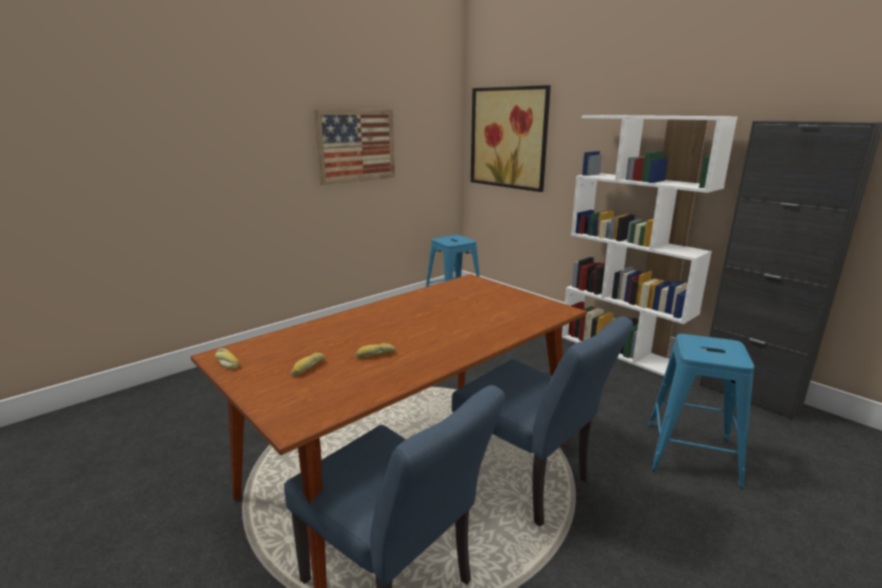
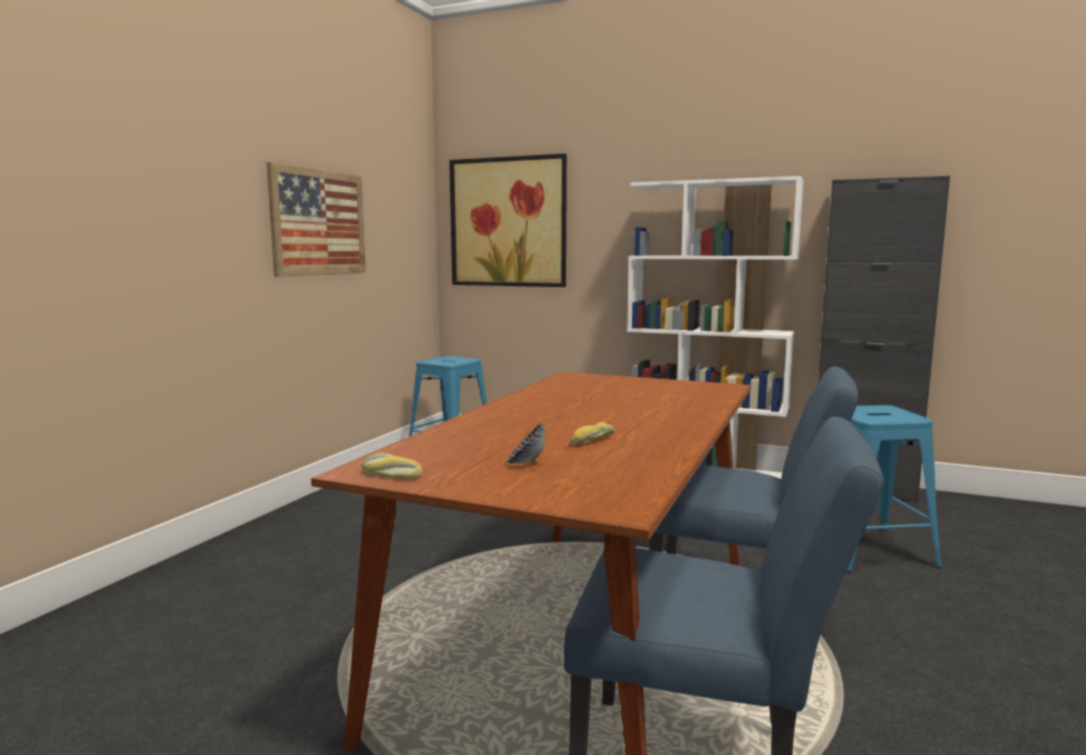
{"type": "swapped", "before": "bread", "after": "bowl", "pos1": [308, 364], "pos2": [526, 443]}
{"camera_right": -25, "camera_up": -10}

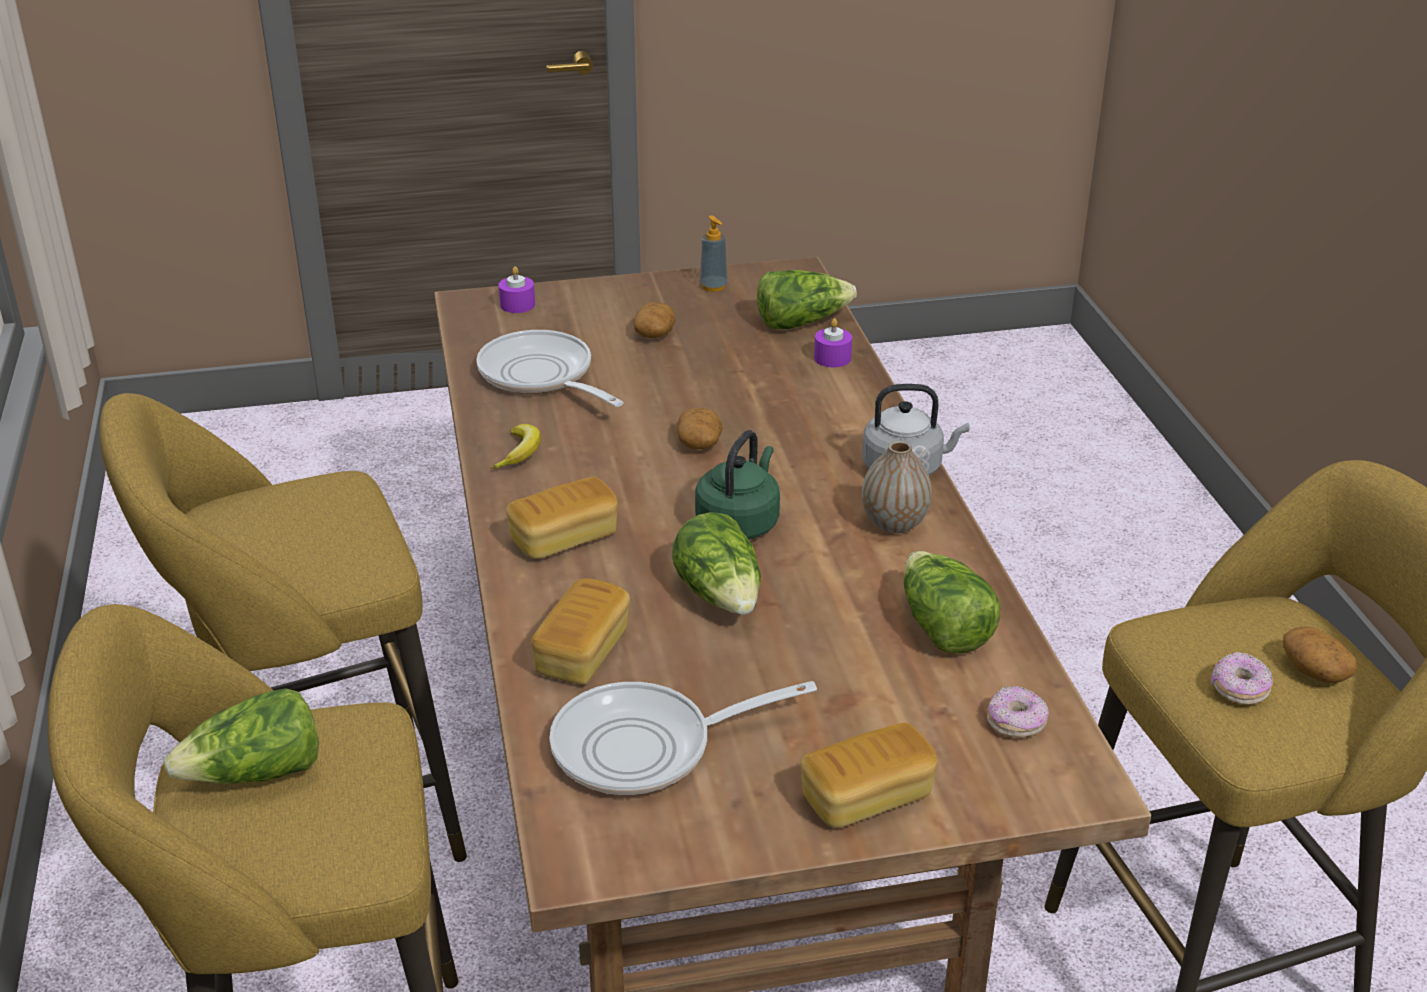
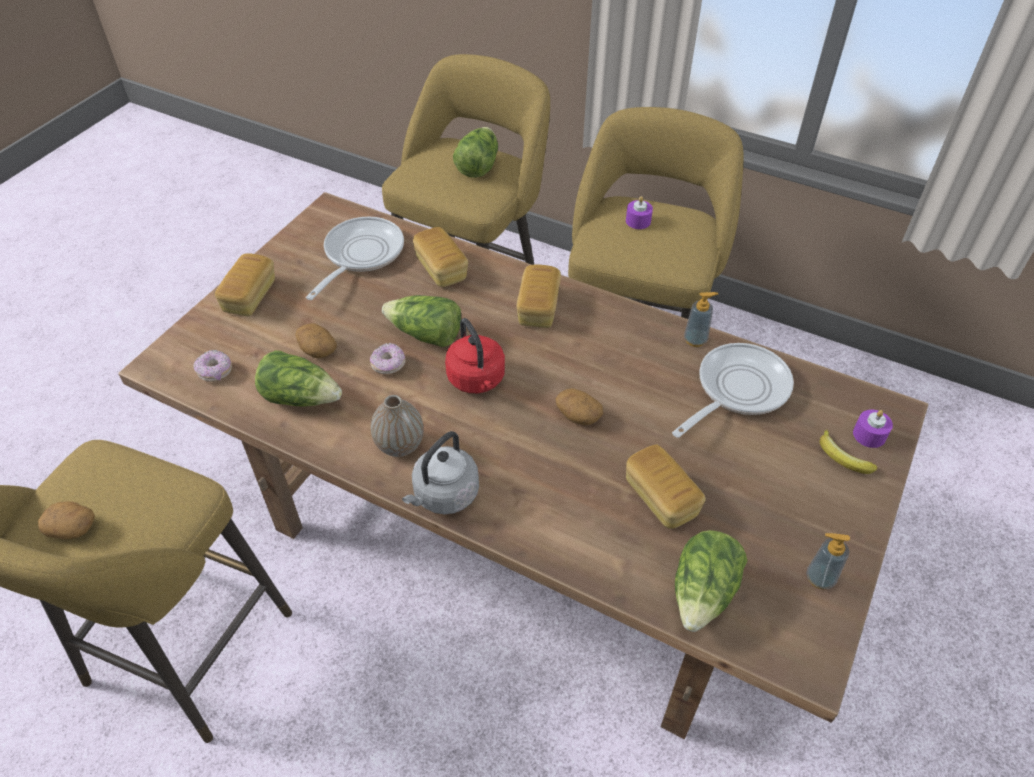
{"type": "new", "after": "bread", "pos2": [666, 487]}
{"type": "new", "after": "soap dispenser", "pos2": [701, 319]}
{"type": "shifted", "before": "banana", "pos1": [515, 446], "pos2": [848, 451]}
{"type": "shifted", "before": "potato", "pos1": [654, 320], "pos2": [316, 340]}
{"type": "shifted", "before": "purple candle", "pos1": [833, 342], "pos2": [639, 212]}
{"type": "shifted", "before": "donut", "pos1": [1242, 678], "pos2": [388, 358]}
{"type": "repainted", "before": "green kettle", "after": "red kettle", "pos1": [737, 484], "pos2": [475, 355]}
{"type": "rotated", "before": "frying pan", "pos1": [550, 368], "pos2": [733, 390], "turn": -45}
{"camera_right": 130, "camera_up": 15}

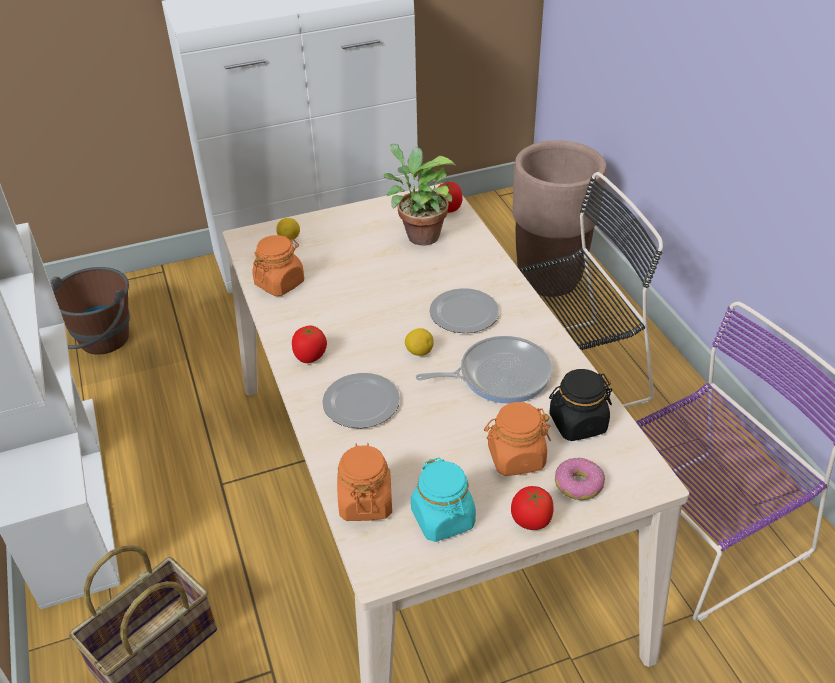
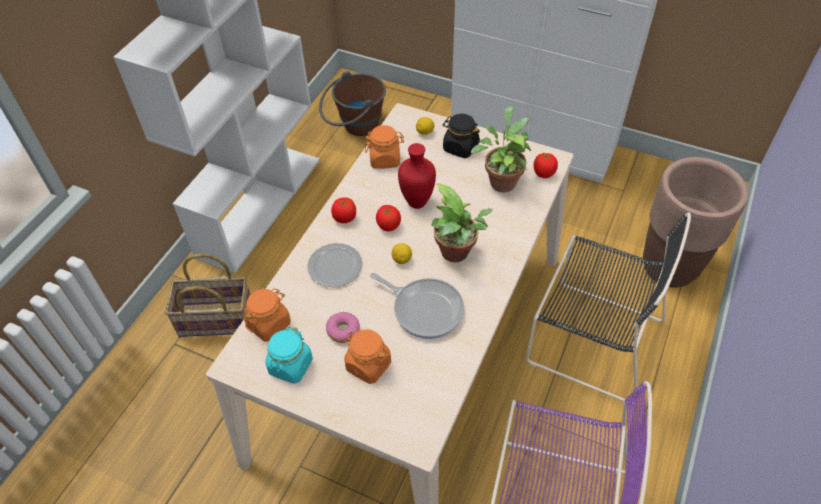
{"type": "new", "after": "red vase", "pos2": [417, 176]}
{"type": "shifted", "before": "tomato", "pos1": [532, 508], "pos2": [388, 218]}
{"type": "shifted", "before": "black jar", "pos1": [580, 405], "pos2": [461, 136]}
{"type": "shifted", "before": "donut", "pos1": [580, 479], "pos2": [343, 327]}
{"type": "swapped", "before": "plate", "after": "potted plant", "pos1": [464, 310], "pos2": [462, 222]}
{"camera_right": 45, "camera_up": 10}

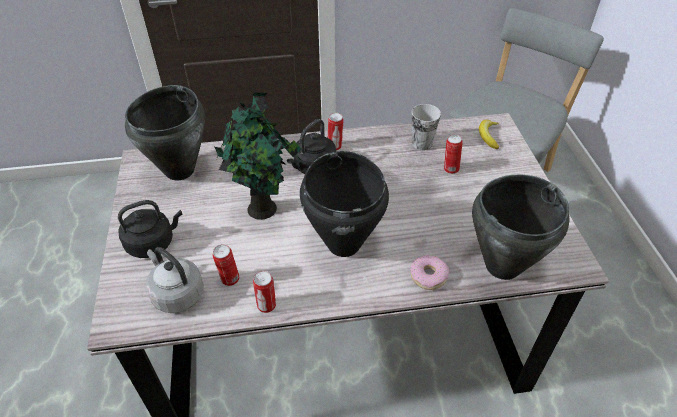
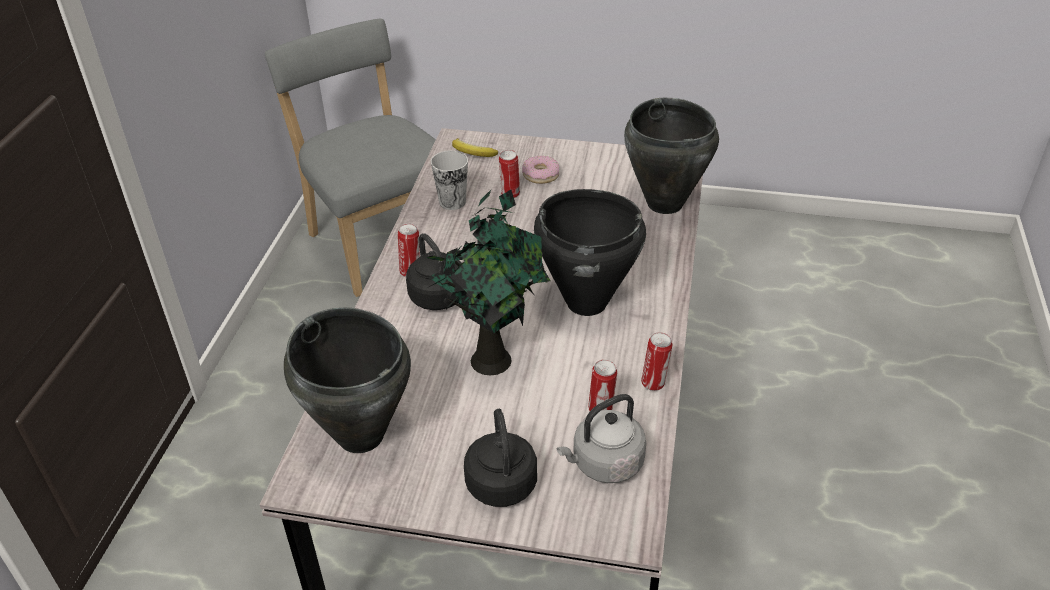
{"type": "shifted", "before": "donut", "pos1": [429, 272], "pos2": [540, 170]}
{"camera_right": -70, "camera_up": -5}

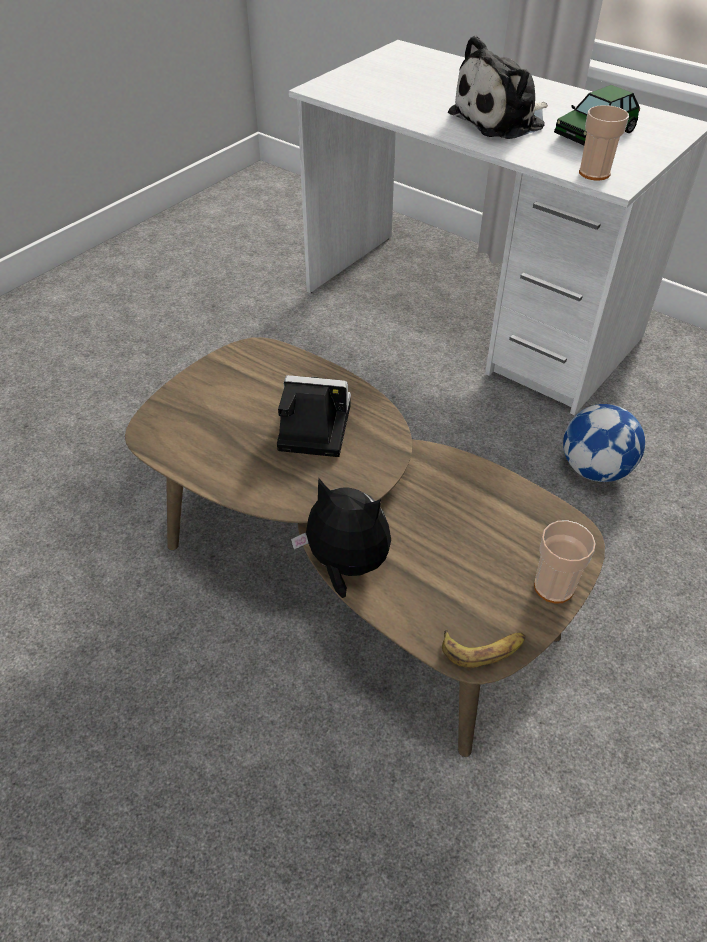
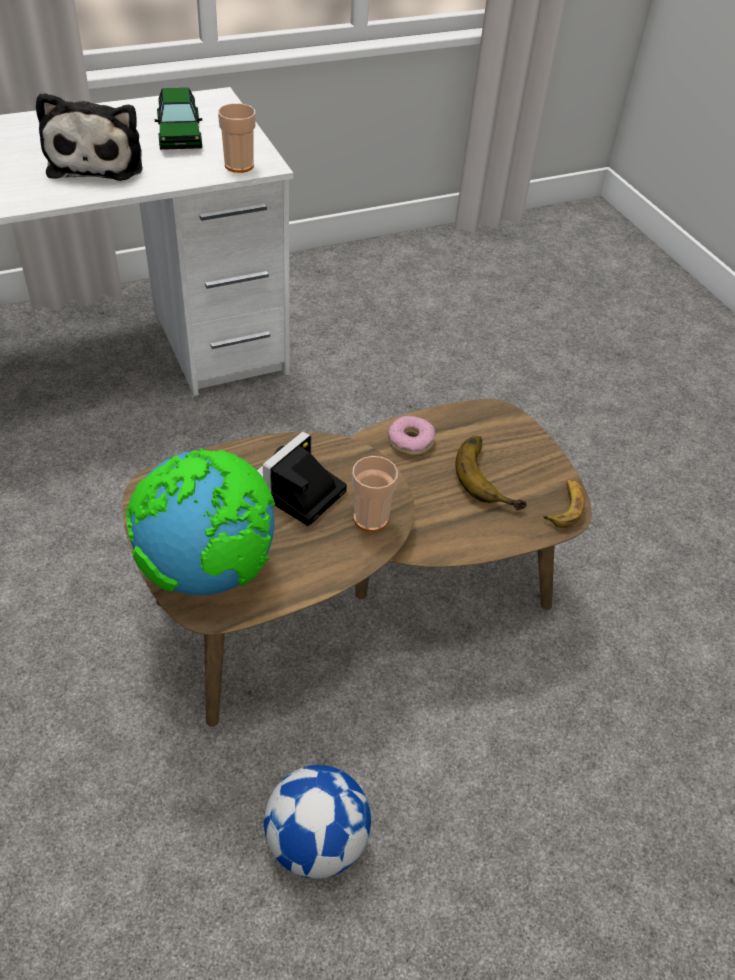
{"type": "gone", "before": "plush toy", "pos1": [341, 537]}
{"type": "new", "after": "globe", "pos2": [200, 521]}
{"type": "new", "after": "donut", "pos2": [411, 435]}
{"type": "new", "after": "banana", "pos2": [491, 473]}
{"type": "shifted", "before": "cup", "pos1": [565, 561], "pos2": [375, 494]}
{"type": "shifted", "before": "football", "pos1": [604, 443], "pos2": [317, 822]}
{"camera_right": -65, "camera_up": 0}

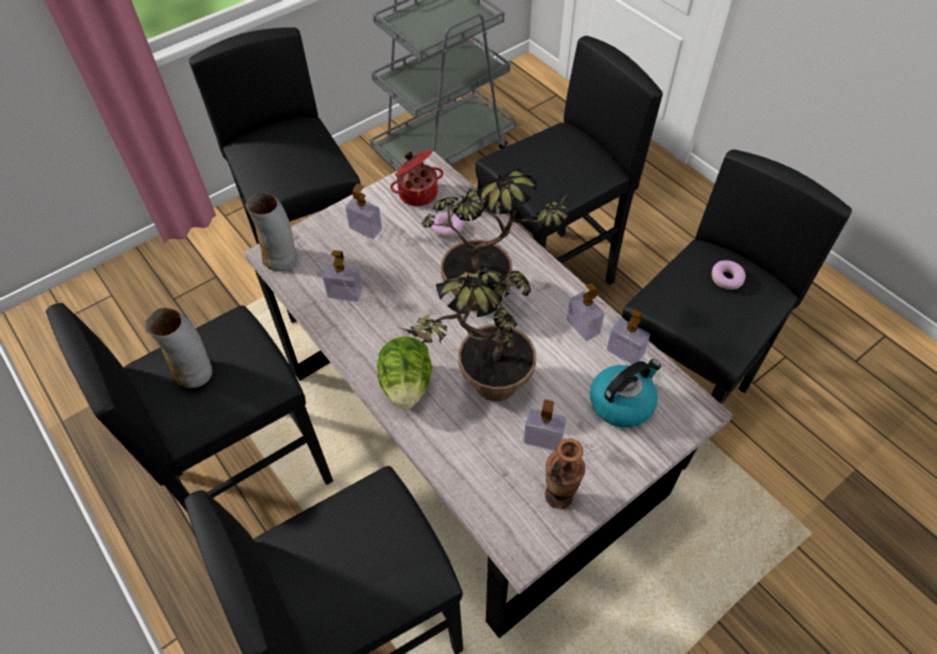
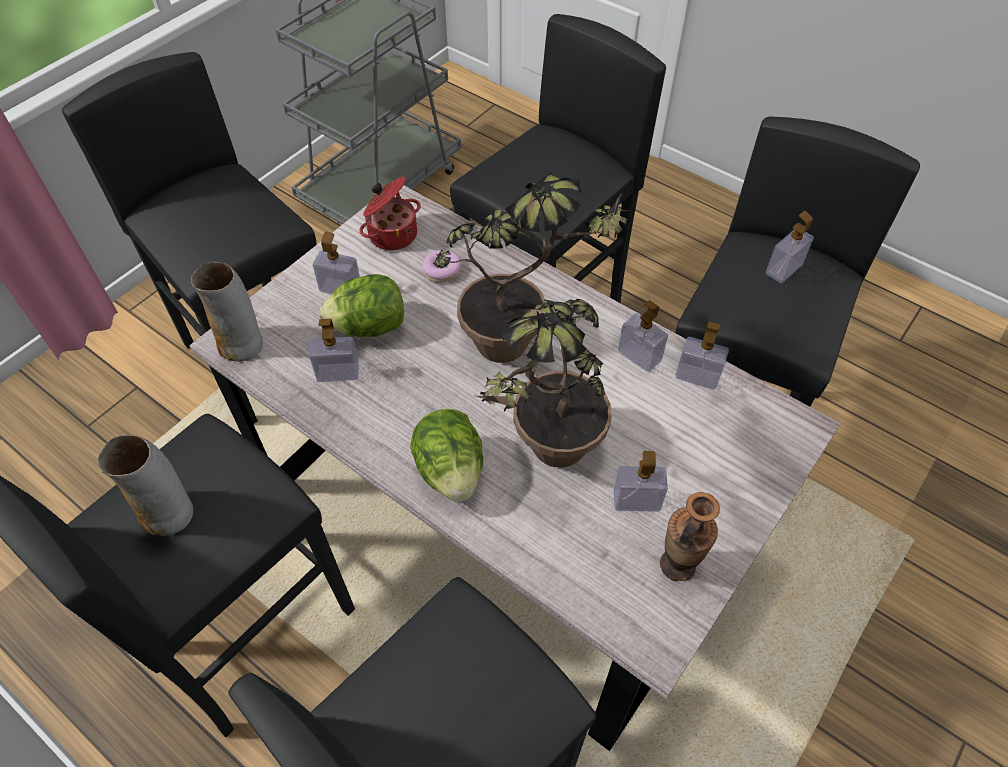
{"type": "gone", "before": "kettle", "pos1": [625, 393]}
{"type": "new", "after": "lettuce", "pos2": [362, 305]}
{"type": "swapped", "before": "donut", "after": "soap dispenser", "pos1": [729, 275], "pos2": [789, 247]}
{"camera_right": -15, "camera_up": 0}

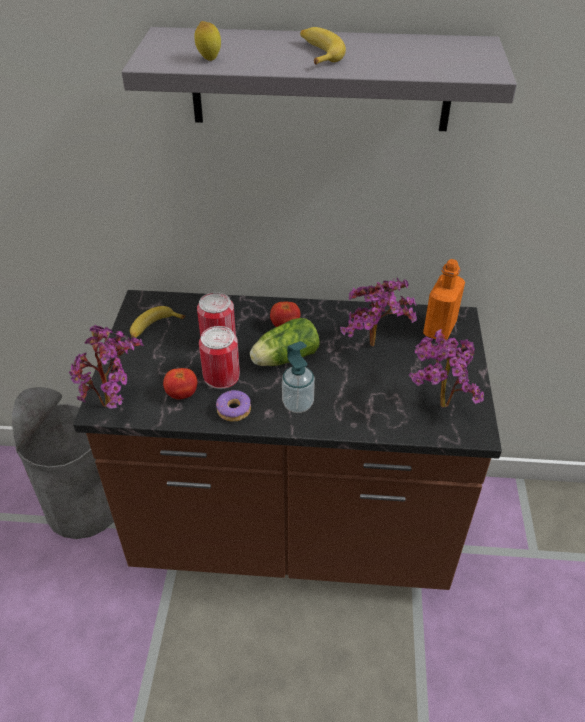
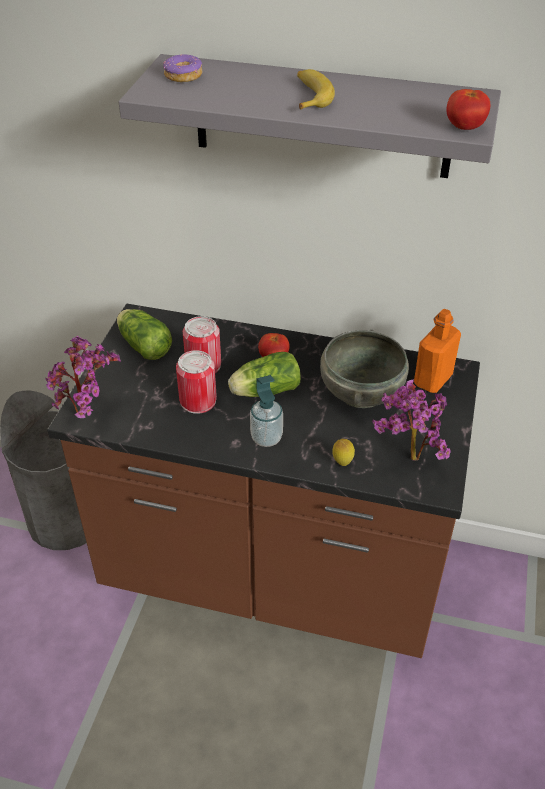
{"type": "shifted", "before": "tomato", "pos1": [180, 383], "pos2": [468, 109]}
{"type": "shifted", "before": "lemon", "pos1": [207, 41], "pos2": [344, 452]}
{"type": "shifted", "before": "donut", "pos1": [233, 406], "pos2": [182, 68]}
{"type": "swapped", "before": "banana", "after": "lettuce", "pos1": [157, 322], "pos2": [144, 334]}
{"type": "swapped", "before": "potted plant", "after": "grey bowl", "pos1": [378, 312], "pos2": [364, 369]}
{"camera_right": 10, "camera_up": 0}

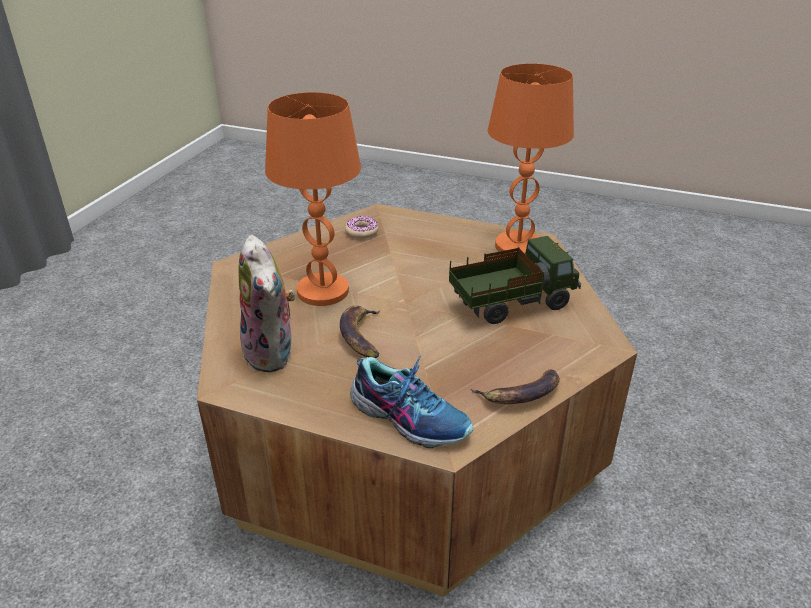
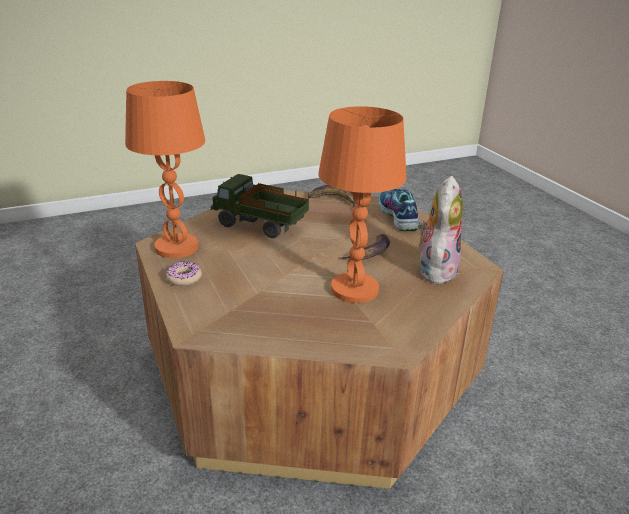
{"type": "shifted", "before": "donut", "pos1": [361, 227], "pos2": [184, 274]}
{"camera_right": -135, "camera_up": -5}

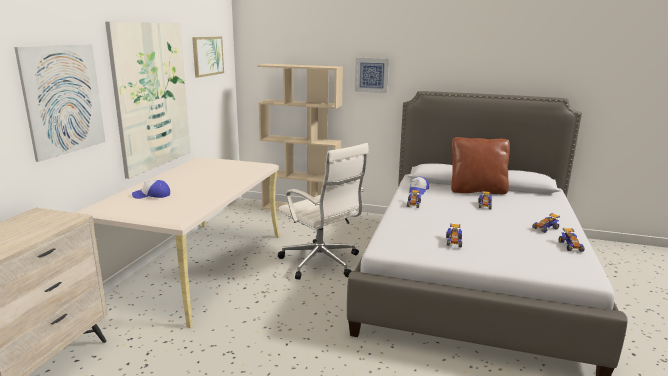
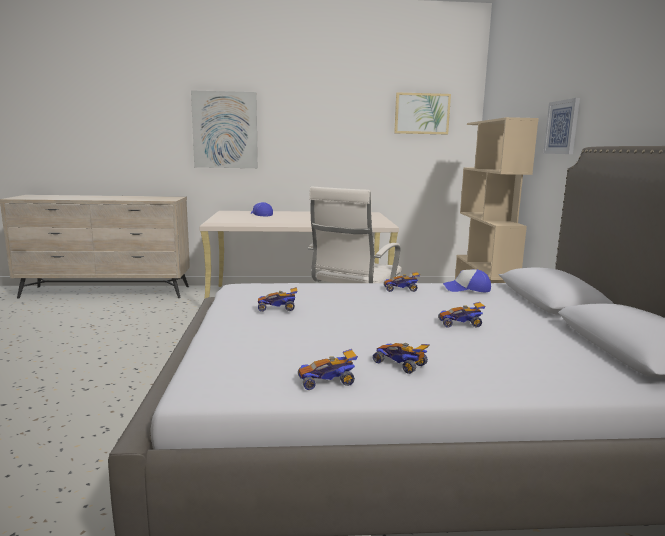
{"type": "gone", "before": "picture", "pos1": [147, 100]}
{"type": "gone", "before": "brown pillow", "pos1": [480, 165]}
{"camera_right": 70, "camera_up": -5}

